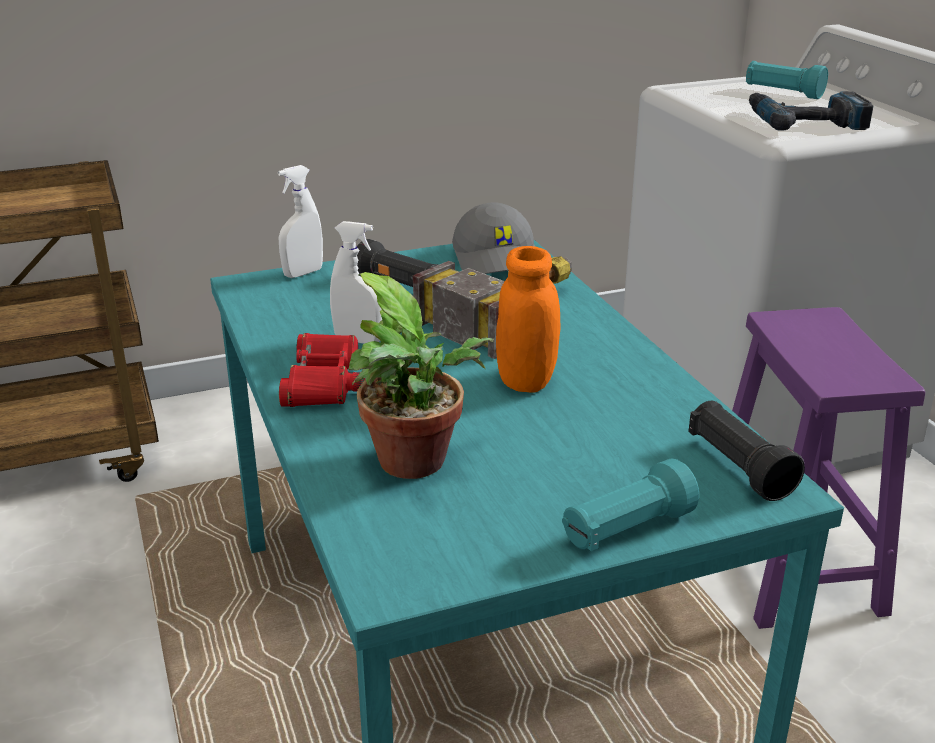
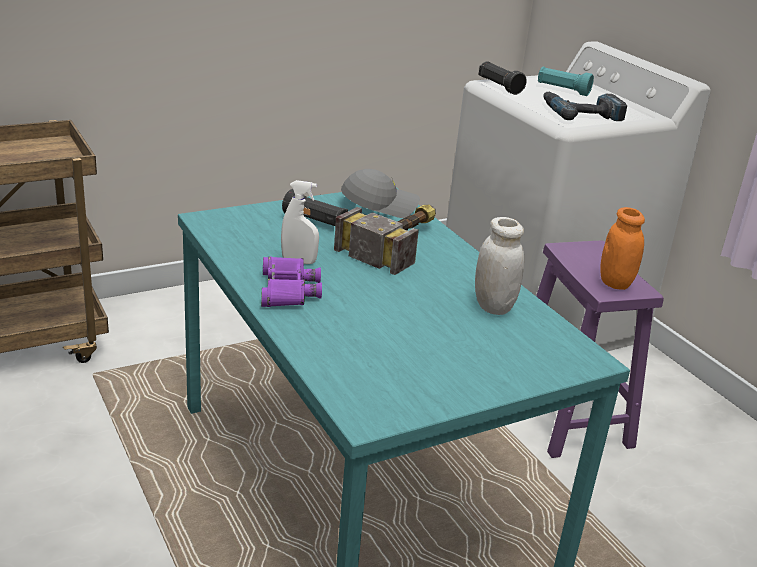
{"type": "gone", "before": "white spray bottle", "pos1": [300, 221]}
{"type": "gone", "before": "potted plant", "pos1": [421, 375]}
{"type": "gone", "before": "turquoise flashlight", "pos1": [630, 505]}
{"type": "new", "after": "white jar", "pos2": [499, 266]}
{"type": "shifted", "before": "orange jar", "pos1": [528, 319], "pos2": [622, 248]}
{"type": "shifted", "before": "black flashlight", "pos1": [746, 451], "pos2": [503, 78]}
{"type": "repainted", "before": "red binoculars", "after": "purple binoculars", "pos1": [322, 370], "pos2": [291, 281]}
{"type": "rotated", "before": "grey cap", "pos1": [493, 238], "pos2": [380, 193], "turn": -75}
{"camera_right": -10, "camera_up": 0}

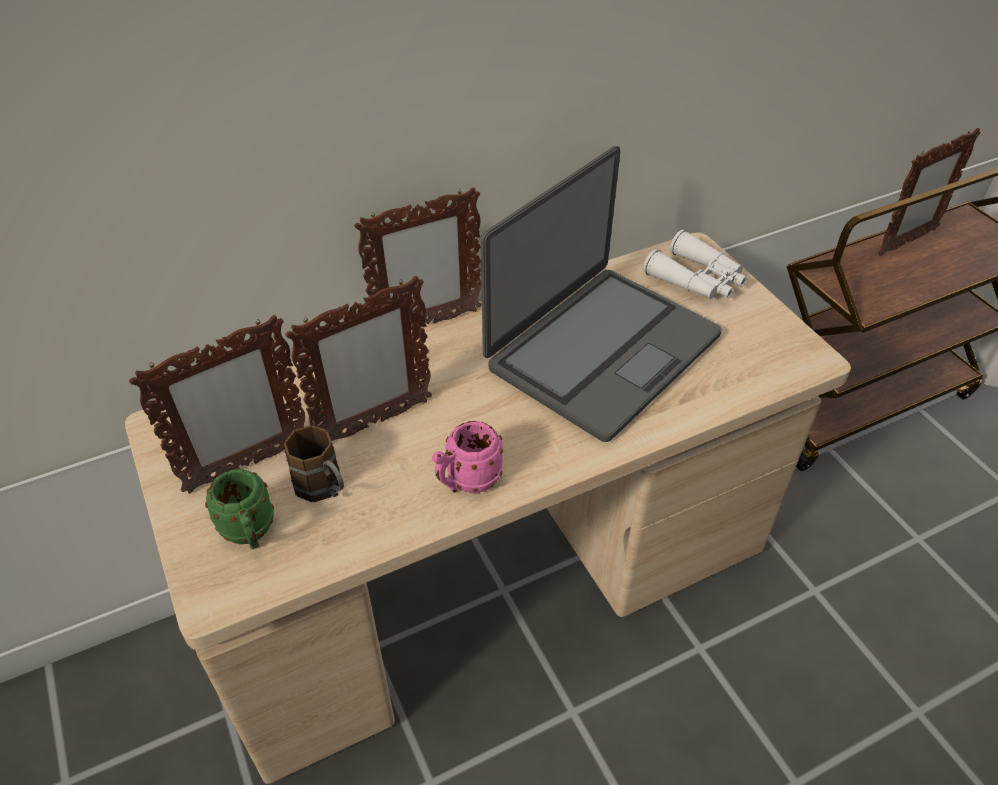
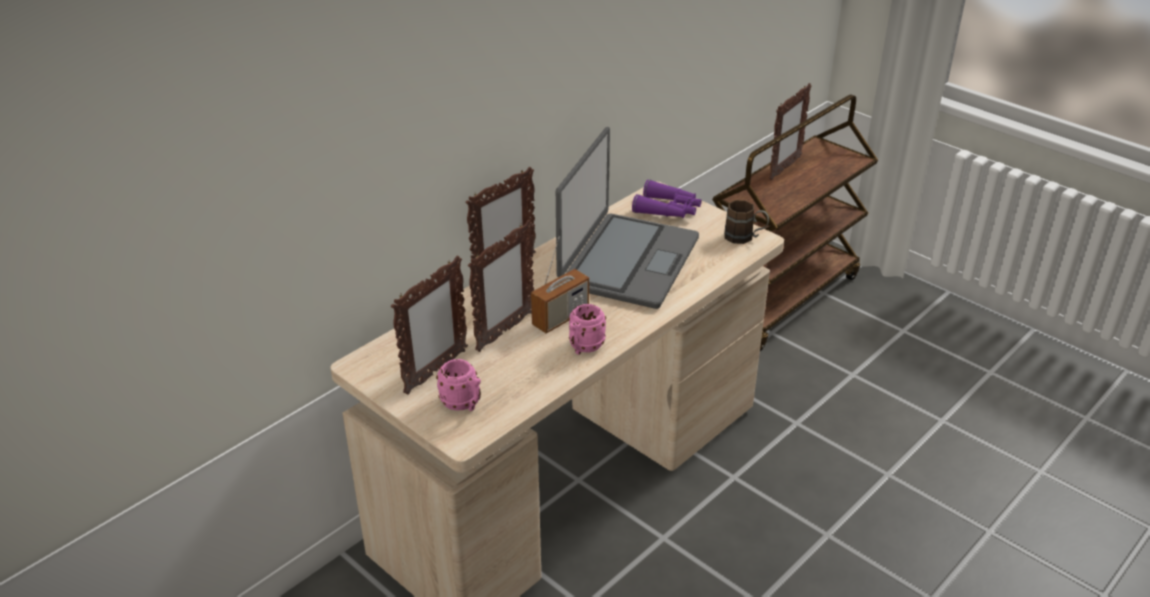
{"type": "new", "after": "radio", "pos2": [560, 285]}
{"type": "shifted", "before": "brown mug", "pos1": [314, 463], "pos2": [746, 222]}
{"type": "repainted", "before": "green mug", "after": "pink mug", "pos1": [239, 509], "pos2": [458, 385]}
{"type": "repainted", "before": "white binoculars", "after": "purple binoculars", "pos1": [695, 264], "pos2": [667, 199]}
{"camera_right": -20, "camera_up": -10}

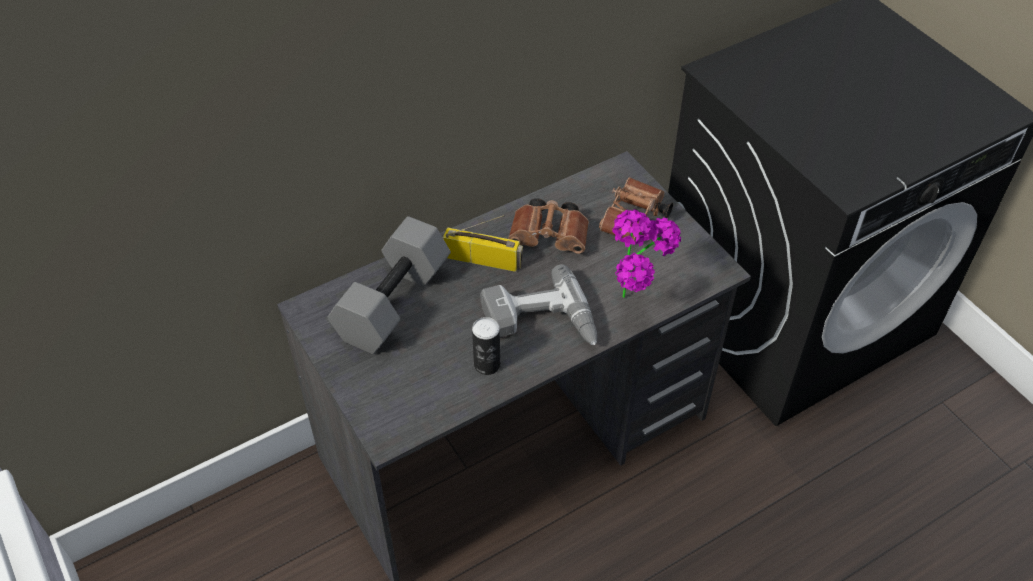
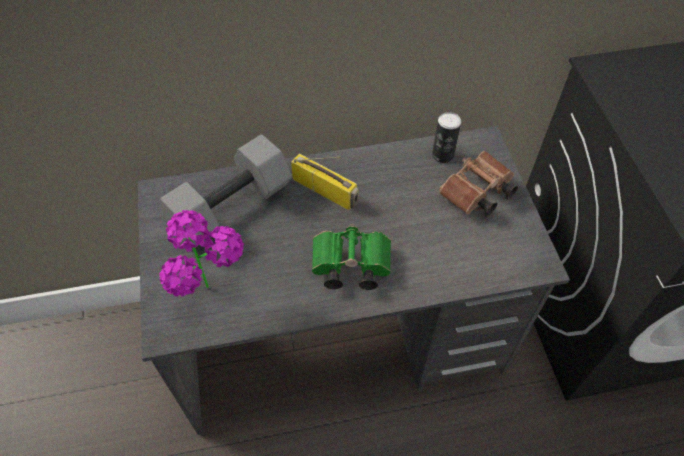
{"type": "gone", "before": "brown binoculars", "pos1": [548, 226]}
{"type": "shifted", "before": "can", "pos1": [486, 346], "pos2": [446, 137]}
{"type": "shifted", "before": "potted plant", "pos1": [646, 253], "pos2": [201, 253]}
{"type": "swapped", "before": "power drill", "after": "green binoculars", "pos1": [539, 304], "pos2": [351, 257]}
{"camera_right": 20, "camera_up": 5}

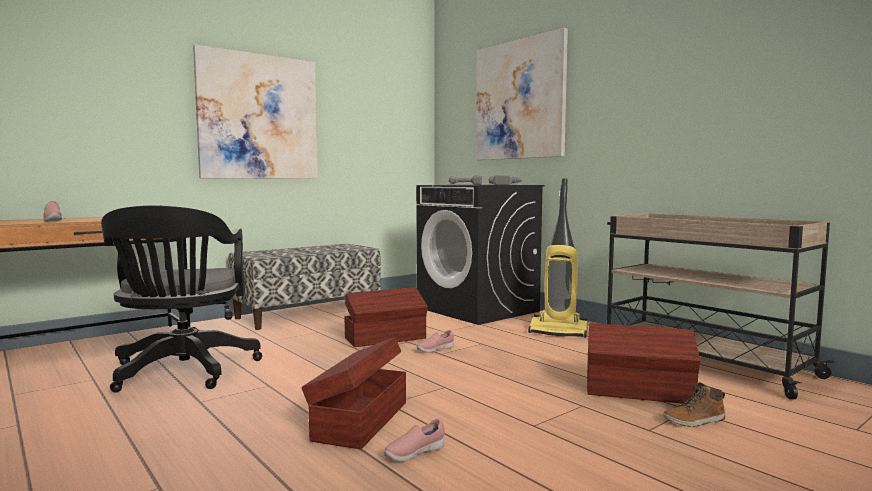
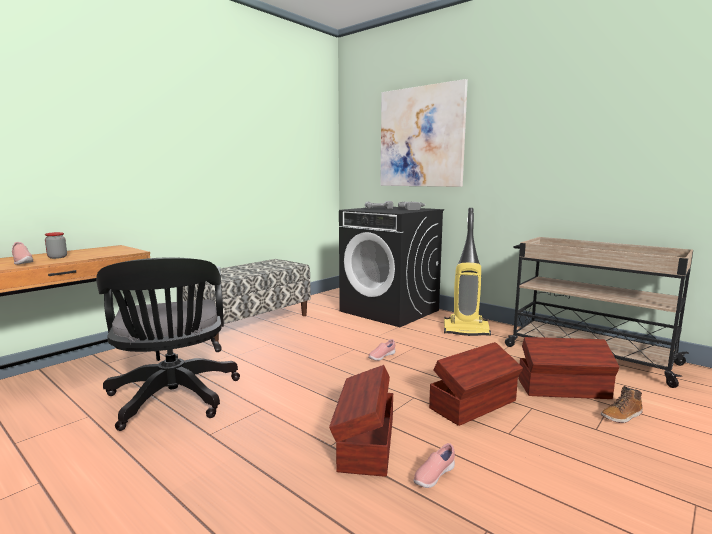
{"type": "gone", "before": "picture", "pos1": [255, 112]}
{"type": "new", "after": "jar", "pos2": [56, 245]}
{"type": "shifted", "before": "brown storage box", "pos1": [386, 317], "pos2": [476, 384]}
{"camera_right": -10, "camera_up": 5}

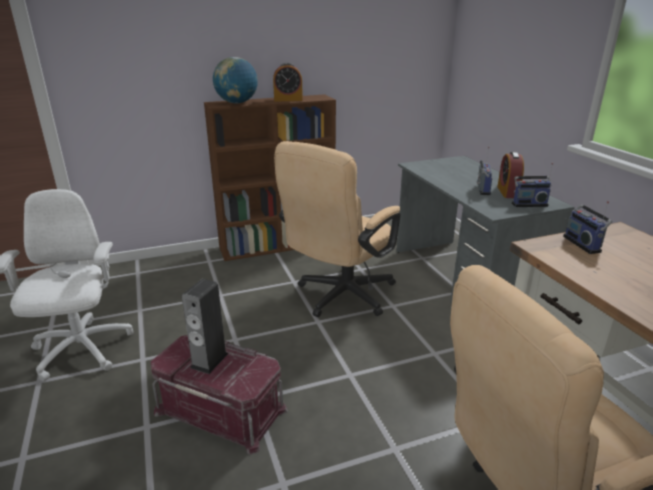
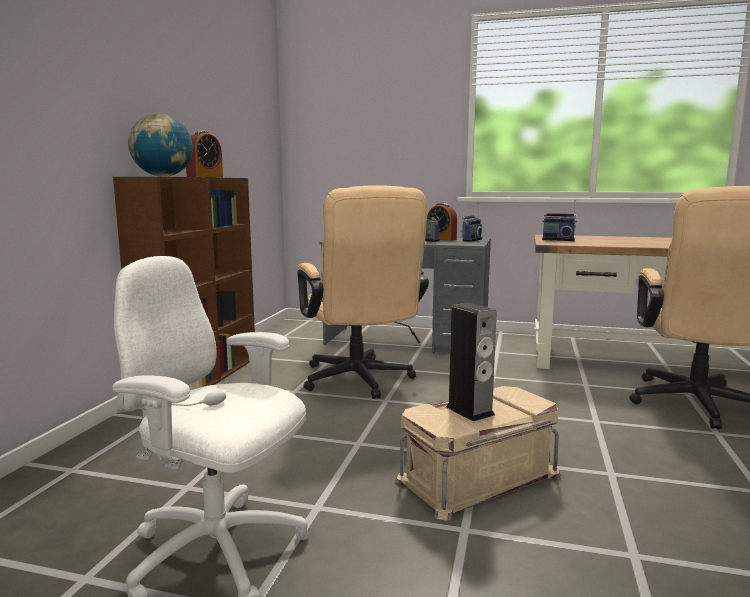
{"type": "repainted", "before": "red storage box", "after": "beige storage box", "pos1": [219, 395], "pos2": [478, 453]}
{"camera_right": -55, "camera_up": -15}

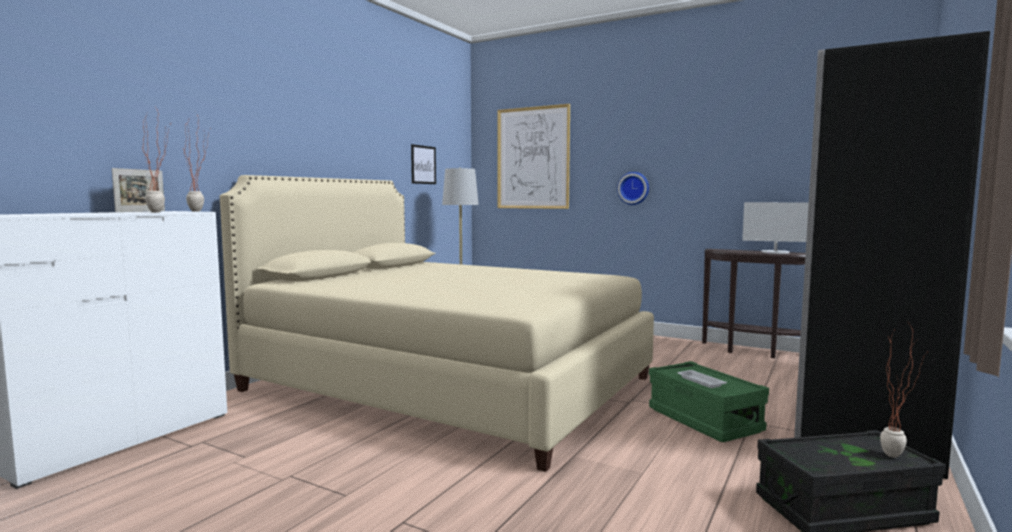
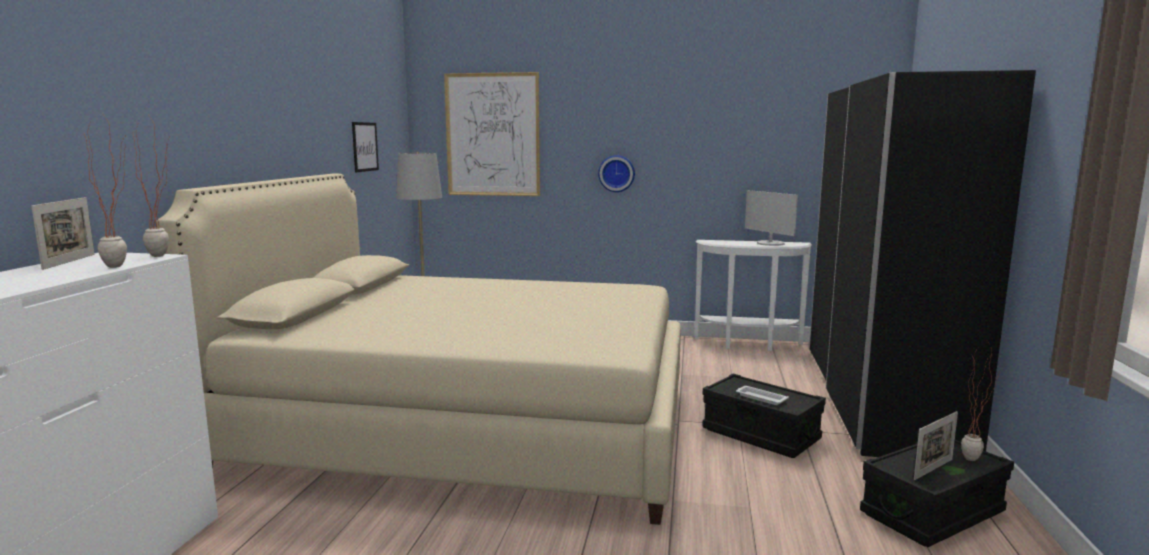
{"type": "new", "after": "picture frame", "pos2": [936, 445]}
{"type": "repainted", "before": "green storage box", "after": "black storage box", "pos1": [709, 401], "pos2": [764, 416]}
{"type": "repainted", "before": "brown console table", "after": "white console table", "pos1": [754, 303], "pos2": [753, 295]}
{"type": "rotated", "before": "monitor", "pos1": [775, 228], "pos2": [771, 218], "turn": 60}
{"camera_right": -20, "camera_up": 5}

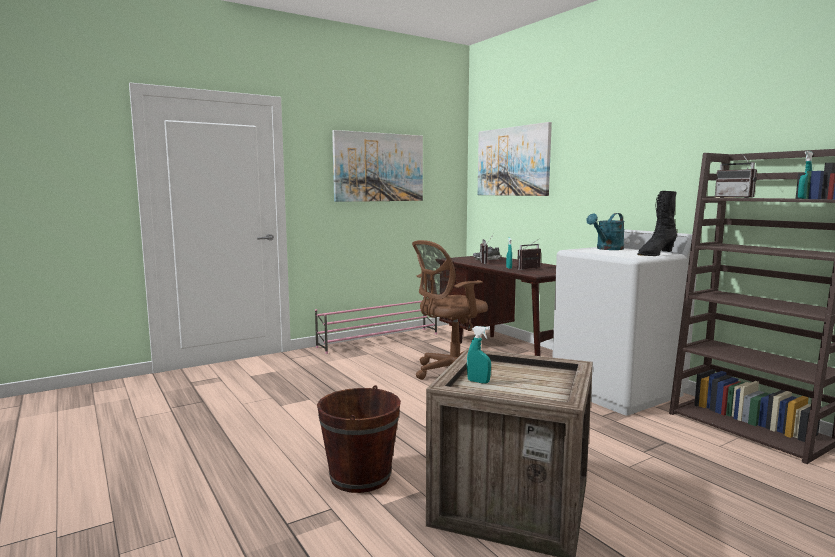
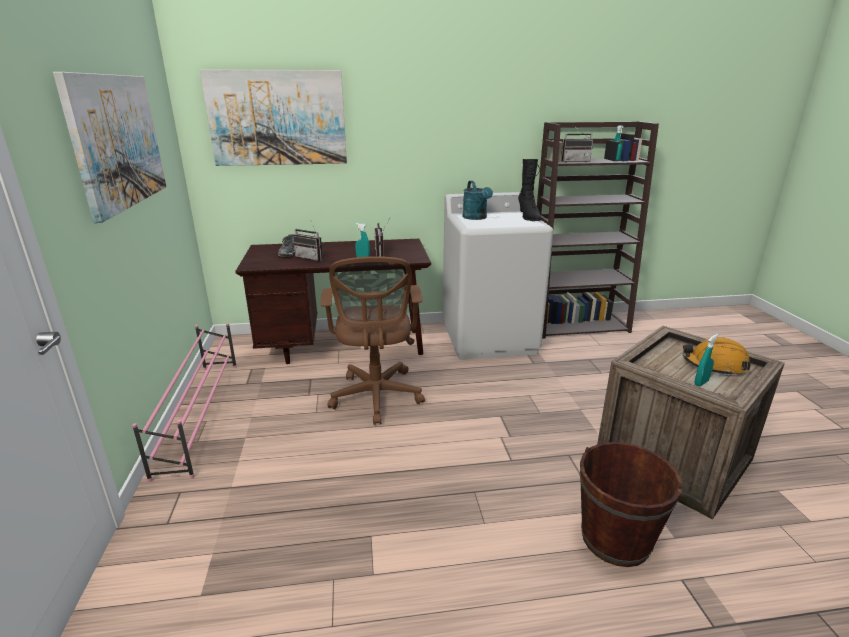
{"type": "new", "after": "orange hard hat", "pos2": [717, 356]}
{"camera_right": -65, "camera_up": 15}

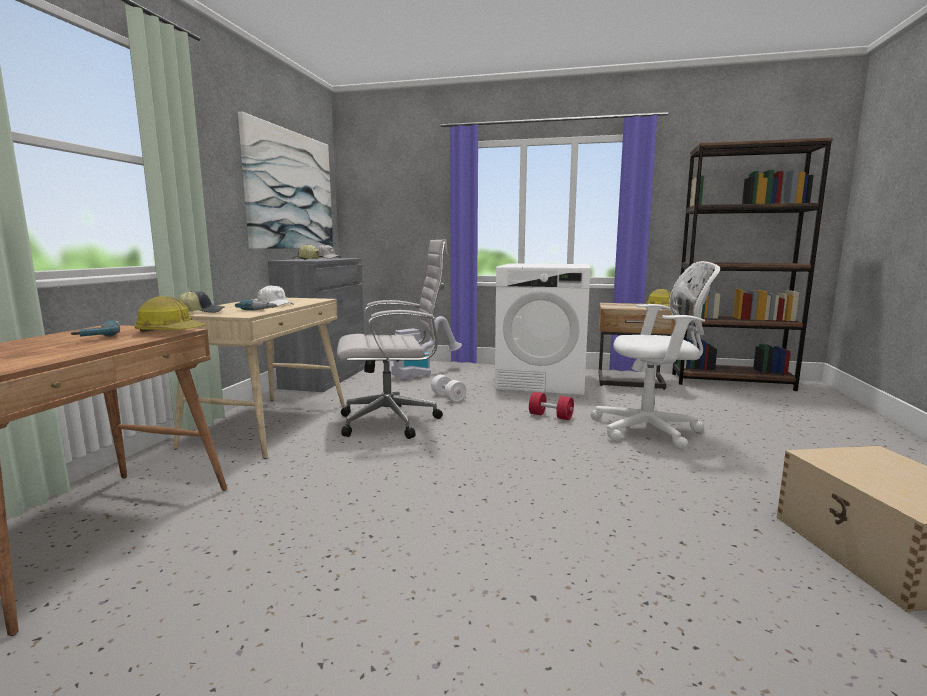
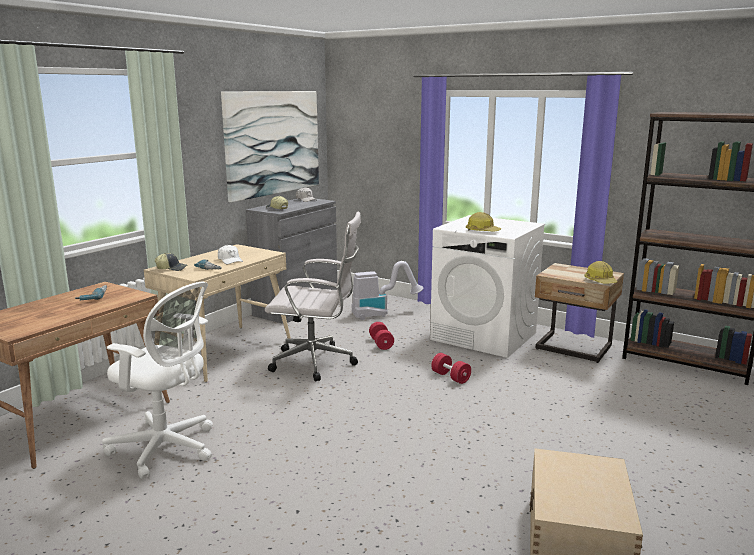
{"type": "shifted", "before": "hard hat", "pos1": [170, 314], "pos2": [483, 221]}
{"type": "shifted", "before": "white office chair", "pos1": [655, 355], "pos2": [157, 380]}
{"type": "repainted", "before": "white dumbbell", "after": "red dumbbell", "pos1": [449, 388], "pos2": [381, 336]}
{"camera_right": 20, "camera_up": 5}

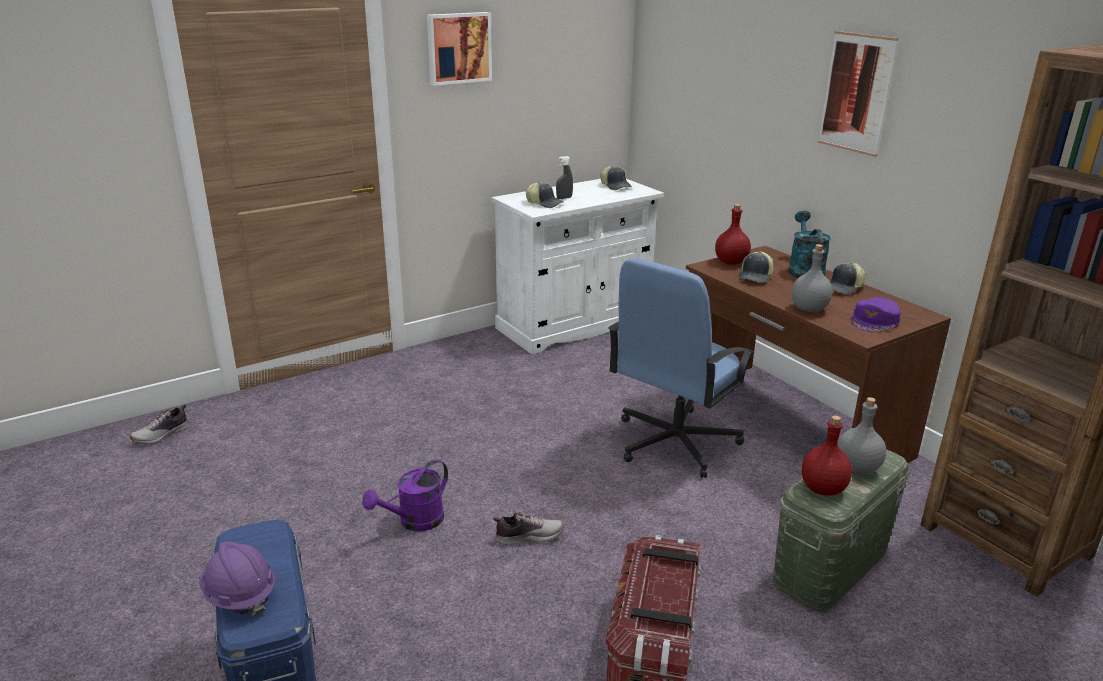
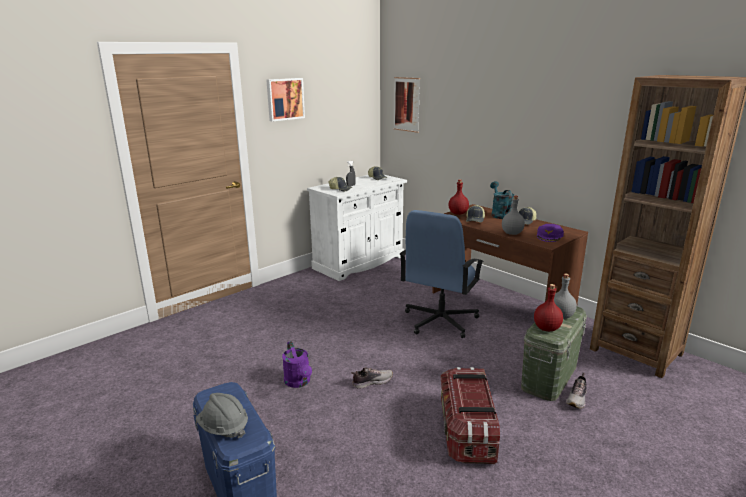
{"type": "shifted", "before": "shoe", "pos1": [159, 424], "pos2": [576, 391]}
{"type": "shifted", "before": "picture", "pos1": [858, 94], "pos2": [407, 105]}
{"type": "repainted", "before": "purple hard hat", "after": "grey hard hat", "pos1": [237, 579], "pos2": [222, 415]}
{"type": "rotated", "before": "purple watering can", "pos1": [405, 495], "pos2": [297, 364], "turn": -60}
{"camera_right": -10, "camera_up": -5}

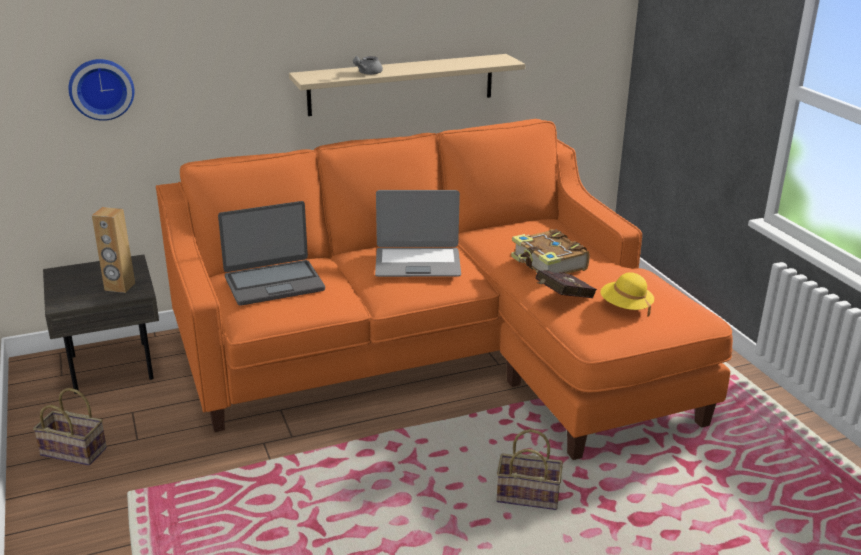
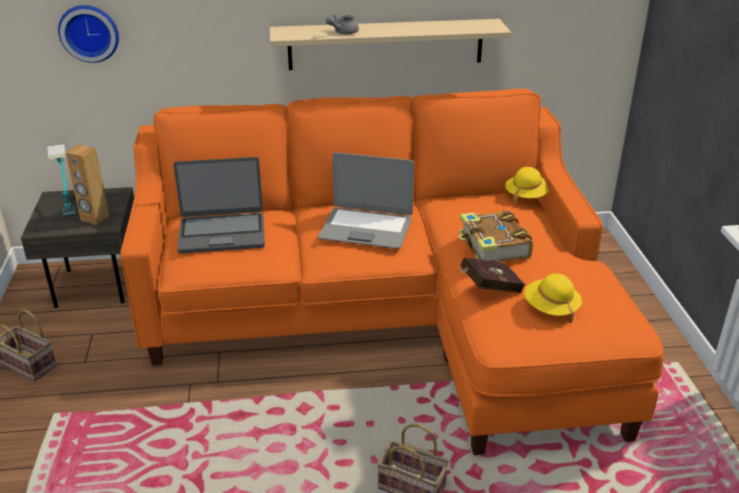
{"type": "new", "after": "table lamp", "pos2": [61, 180]}
{"type": "new", "after": "yellow hat", "pos2": [527, 185]}
{"camera_right": 15, "camera_up": 5}

